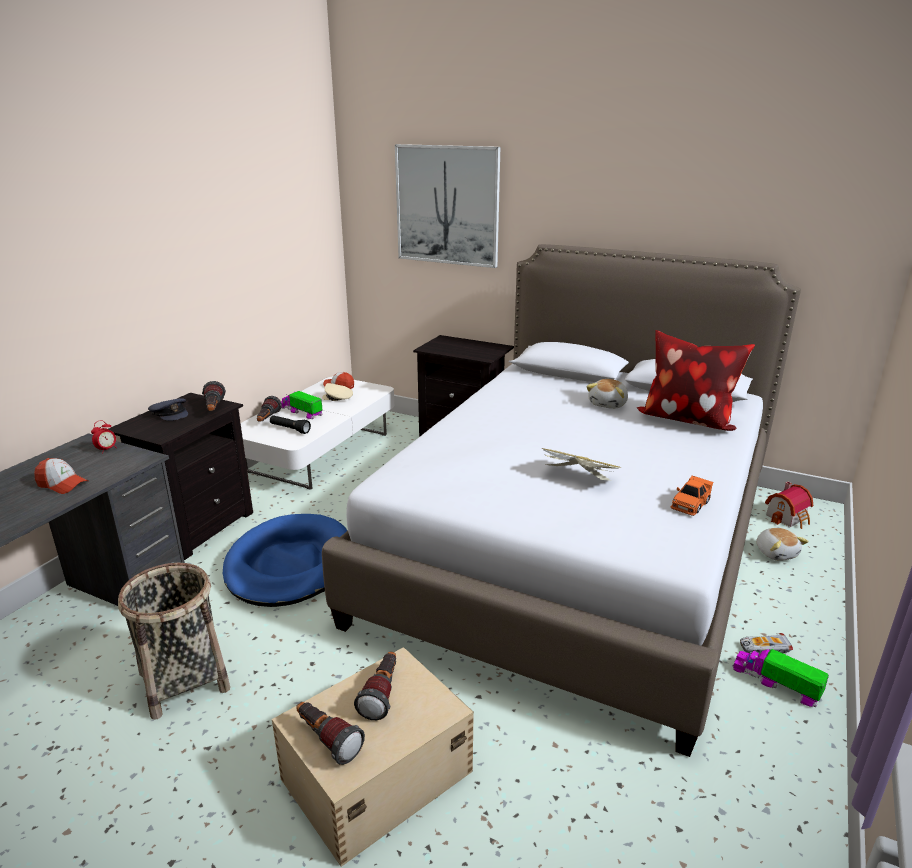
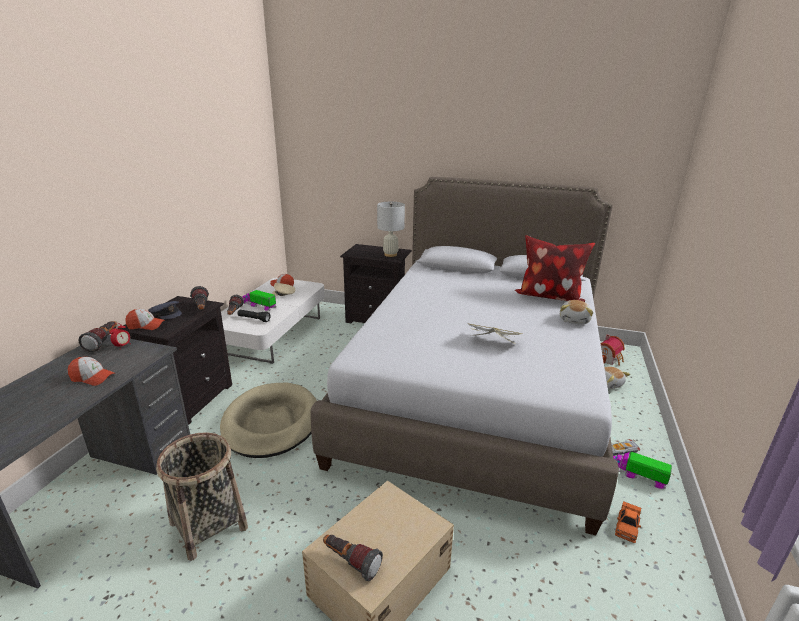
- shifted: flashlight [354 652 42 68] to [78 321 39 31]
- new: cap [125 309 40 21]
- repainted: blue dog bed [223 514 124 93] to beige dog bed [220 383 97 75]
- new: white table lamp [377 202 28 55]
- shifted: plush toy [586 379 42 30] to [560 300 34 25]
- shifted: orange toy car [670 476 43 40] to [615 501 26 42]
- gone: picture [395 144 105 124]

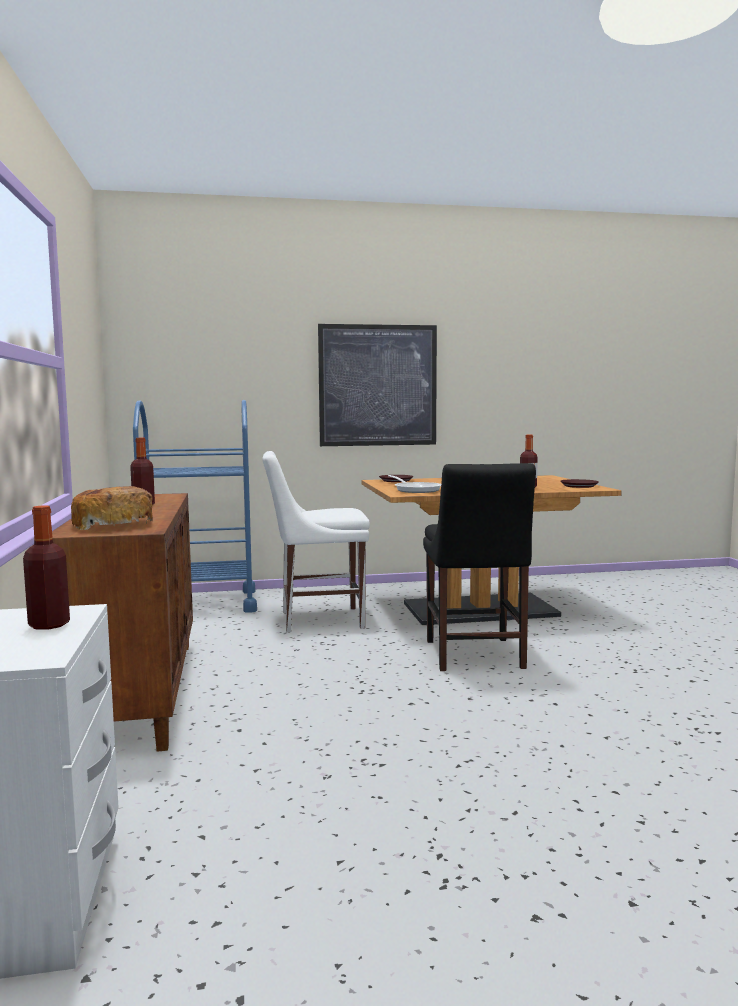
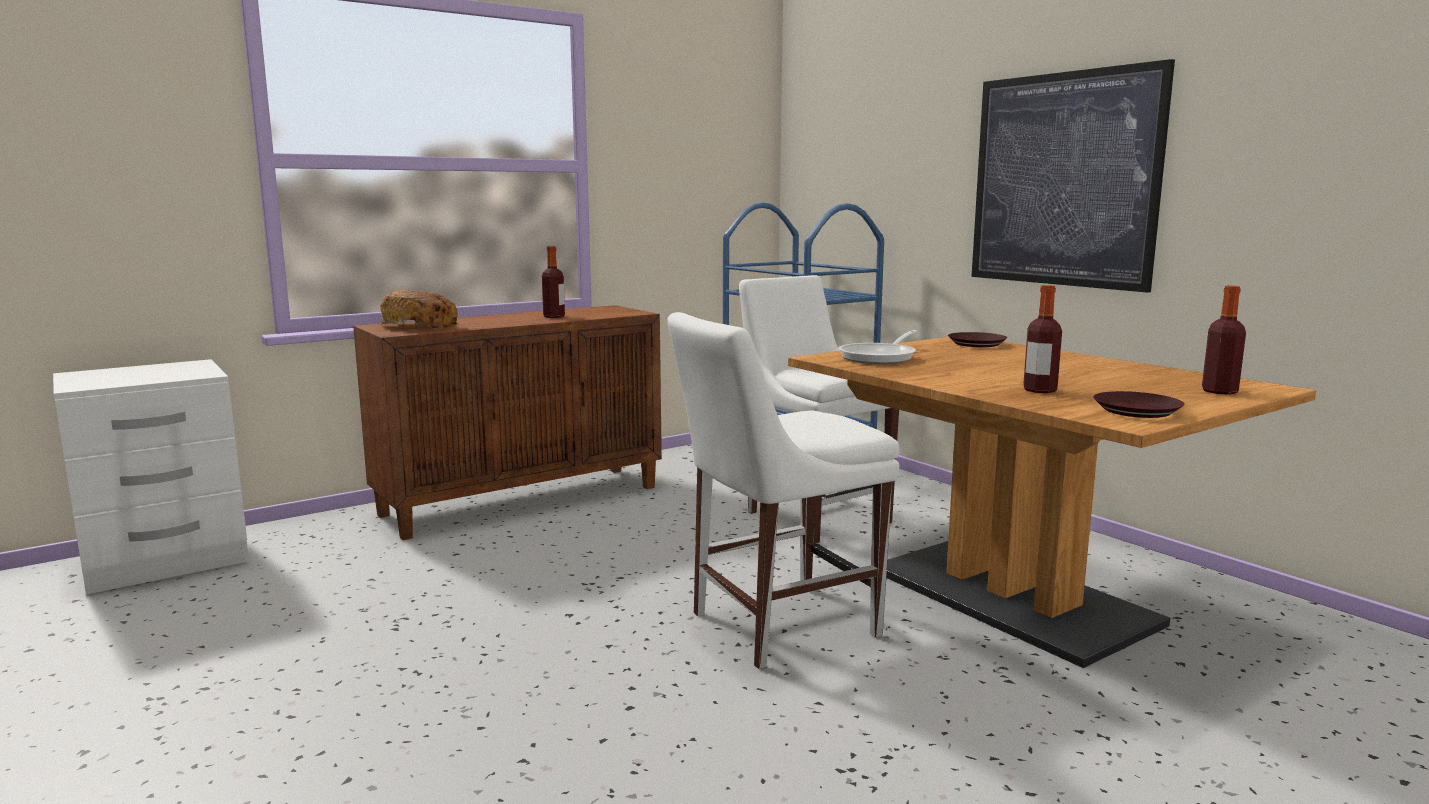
- repainted: black chair [423 463 113 208] to white chair [667 312 232 357]
- shifted: bottle [23 505 47 125] to [1202 286 44 109]

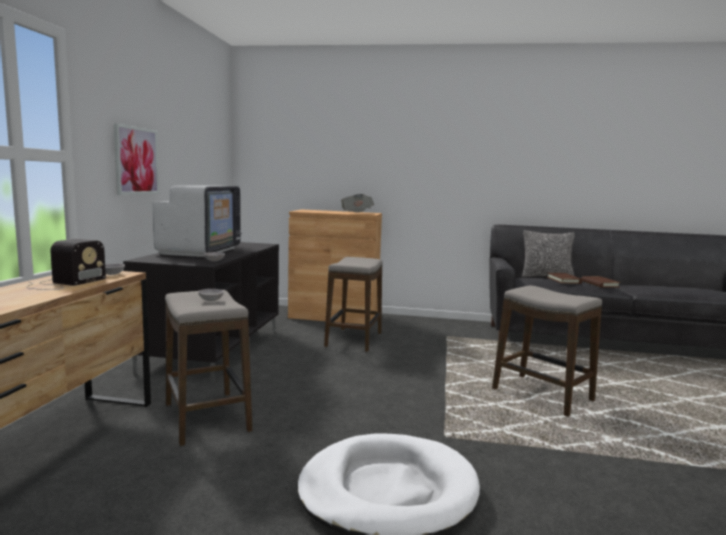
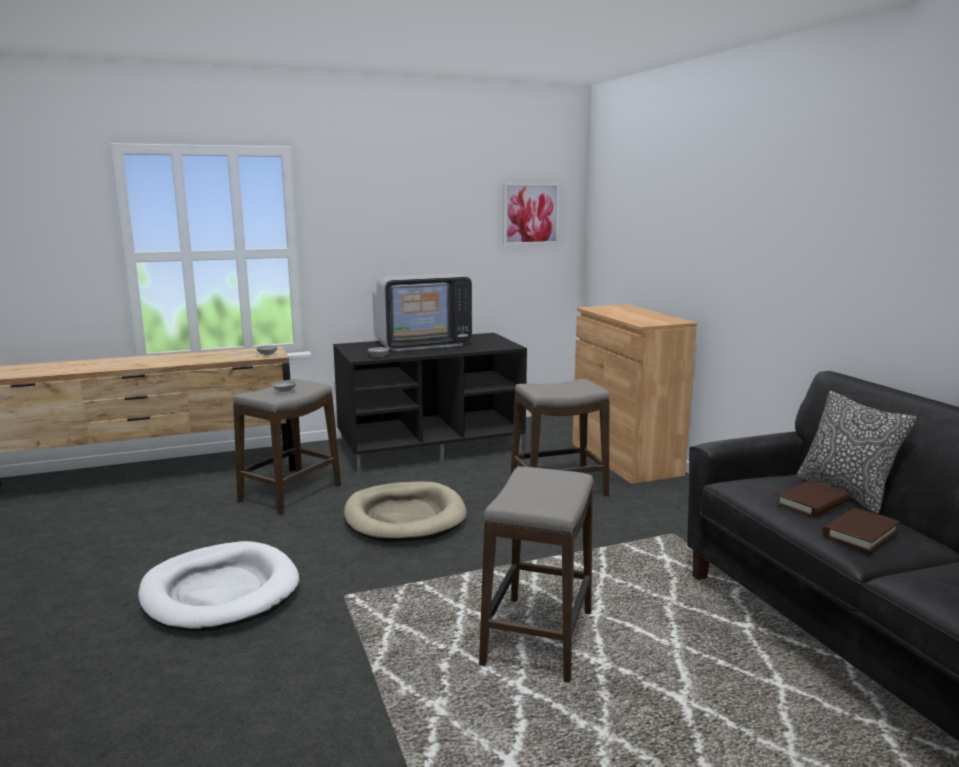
- new: beige dog bed [344 482 122 61]
- shifted: picture [114 123 45 72] to [503 183 57 62]
- gone: radio [26 239 80 51]
- gone: newspaper [341 194 33 19]

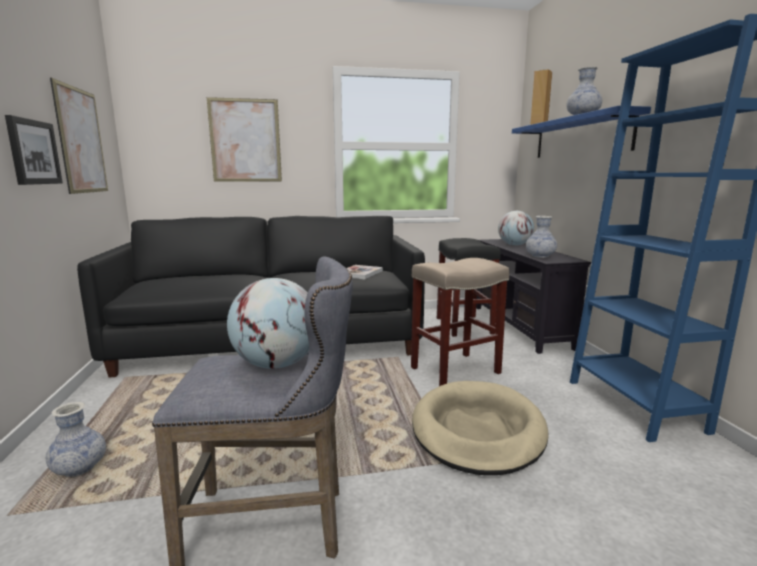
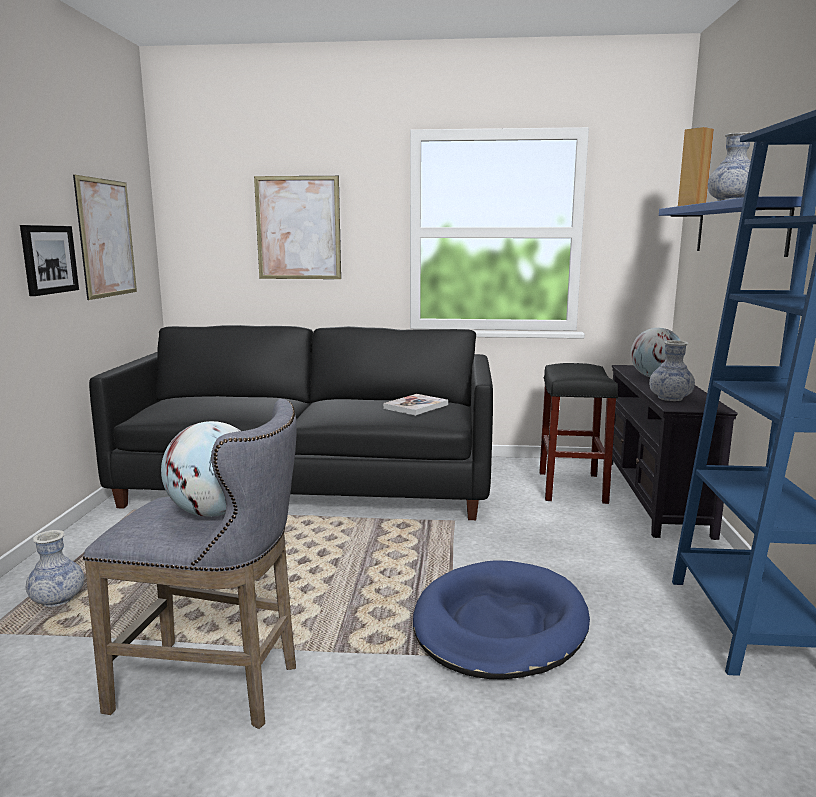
- repainted: beige dog bed [412 381 136 94] to blue dog bed [413 560 177 120]
- gone: beige stool [411 258 98 128]

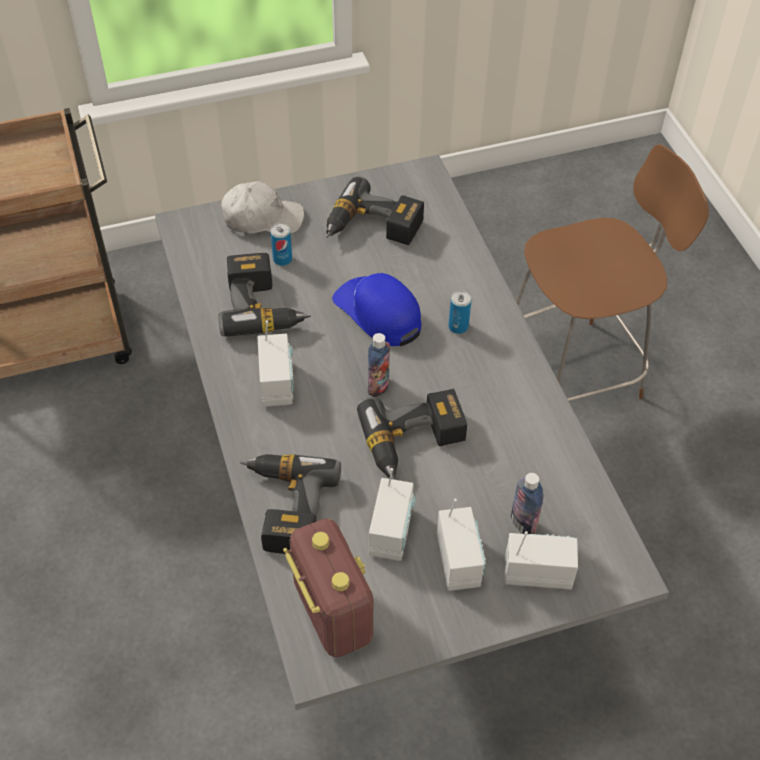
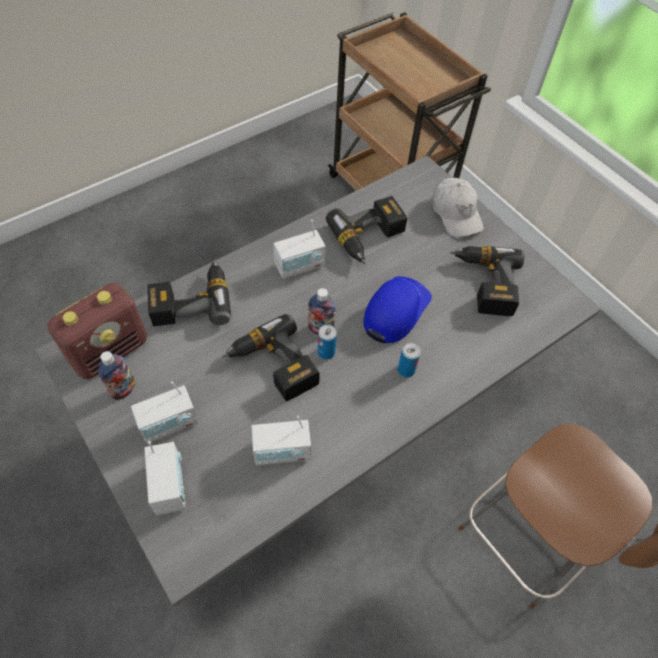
- shifted: bottle [511 473 32 61] to [99 351 36 49]
- shifted: radio [369 468 47 93] to [252 416 59 49]
- shifted: can [270 223 22 43] to [318 325 19 34]

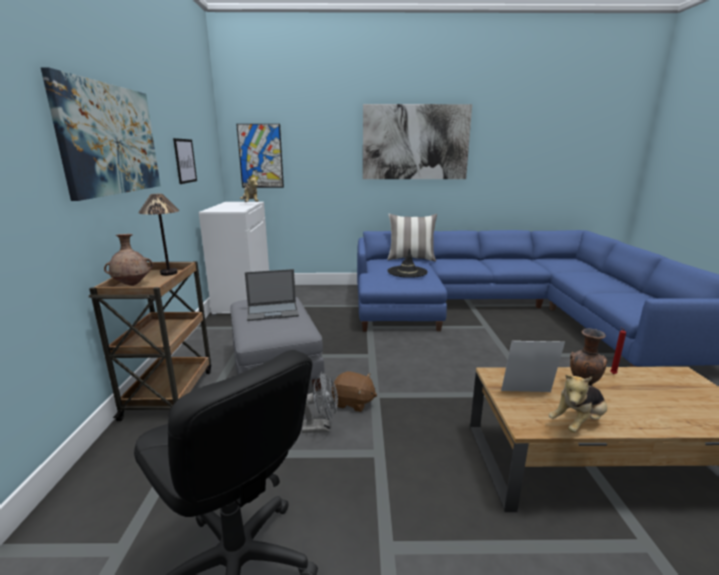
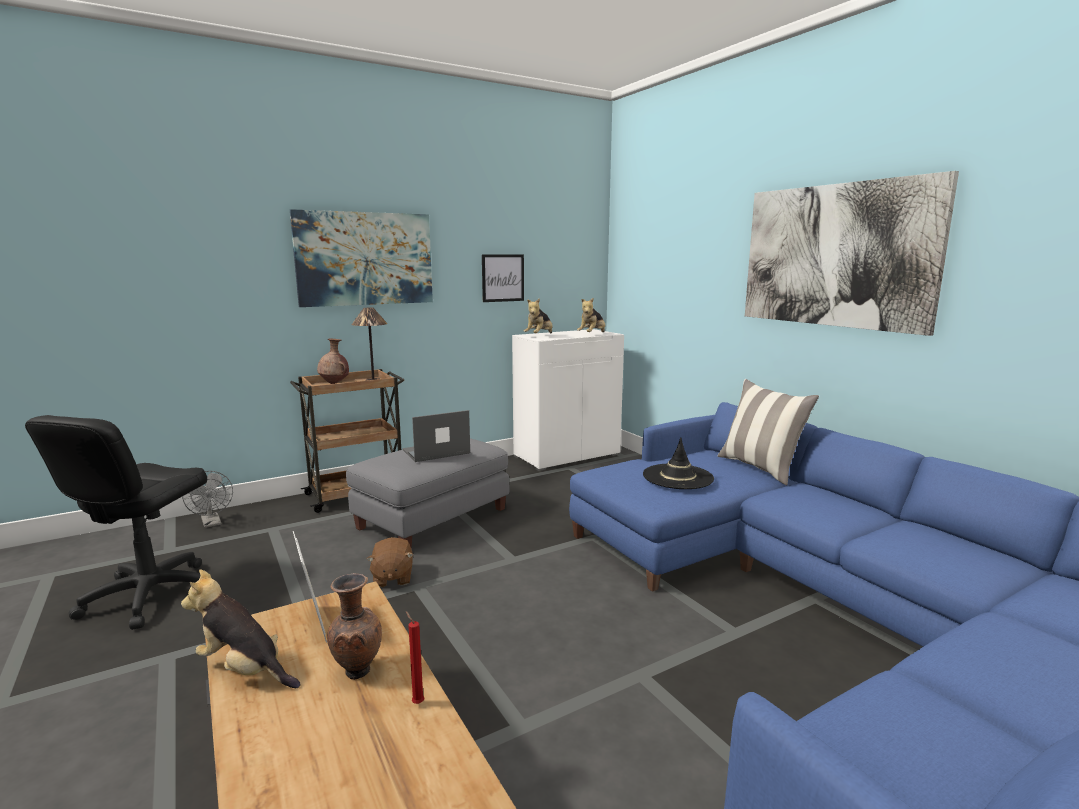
- shifted: grey fan [302 372 36 61] to [182 471 51 57]
- rotated: laptop [245 269 54 52] = [402 410 68 52] 105 degrees clockwise
- new: plush toy [524 298 29 35]
- gone: picture [236 124 48 64]

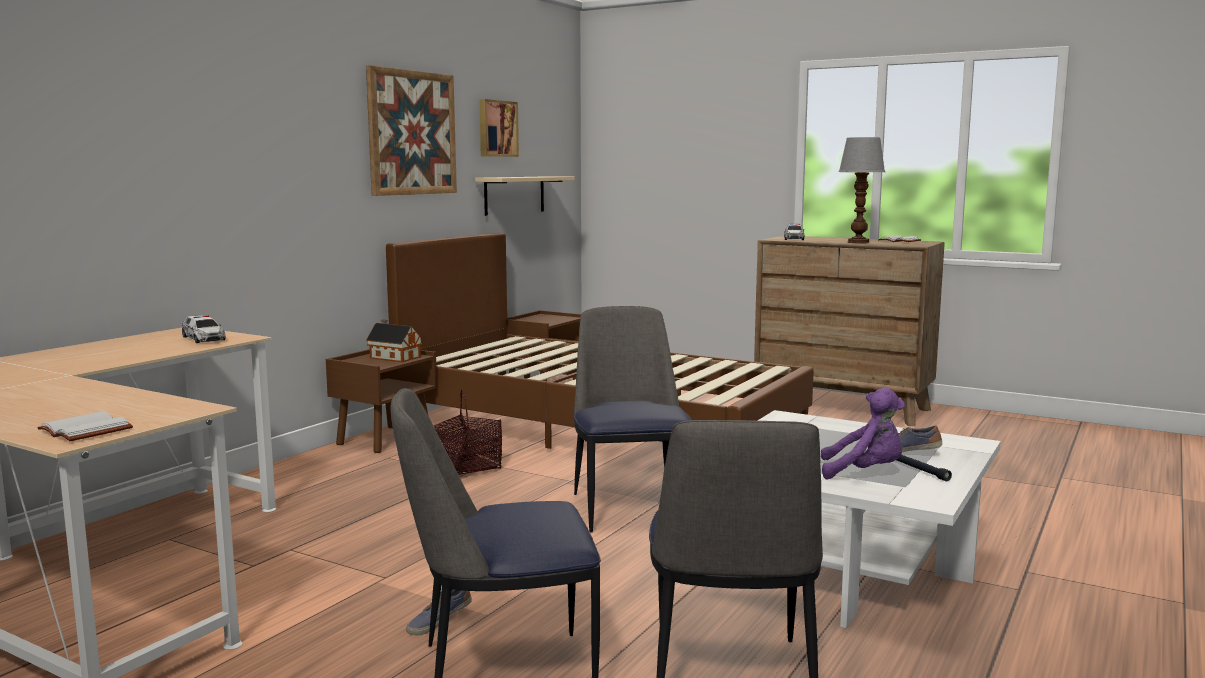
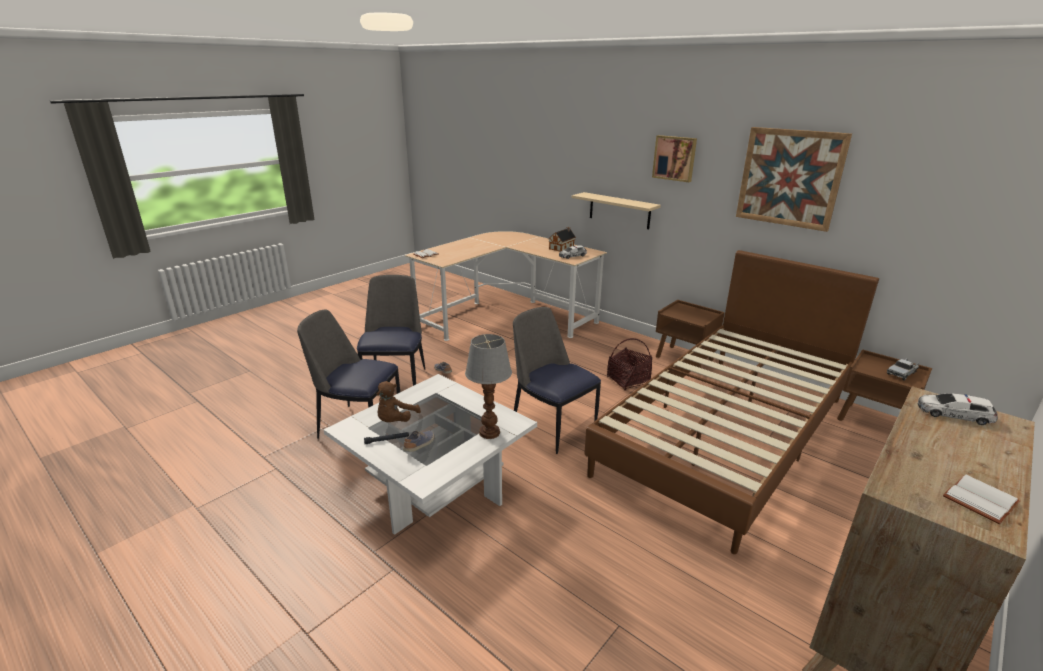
- repainted: purple plush toy [821 388 84 91] to brown plush toy [376 381 45 41]
- shifted: table lamp [839 137 46 106] to [465 334 47 105]
- rotated: chair [574 306 117 226] = [513 307 88 147] 135 degrees counterclockwise
- shifted: toy house [366 319 56 43] to [549 227 27 24]
- shifted: beige shelf [475 176 100 40] to [572 192 89 37]
- shifted: picture [479 99 40 58] to [652 135 45 47]
- new: toy truck [887 358 32 22]

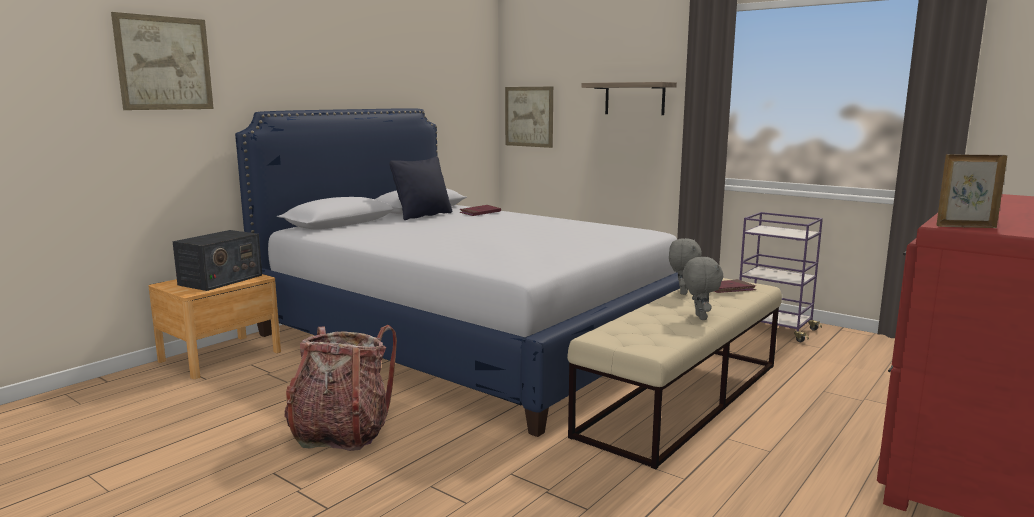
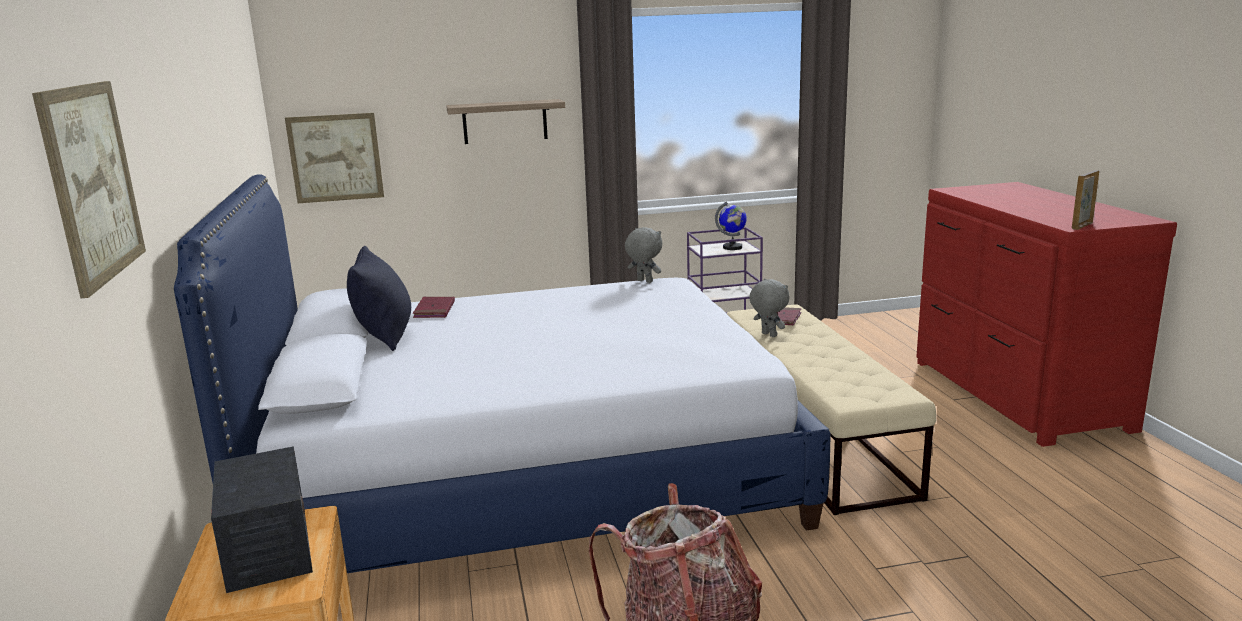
- shifted: grey plush toy [683 257 40 63] to [625 227 37 56]
- new: globe [715 202 32 48]

